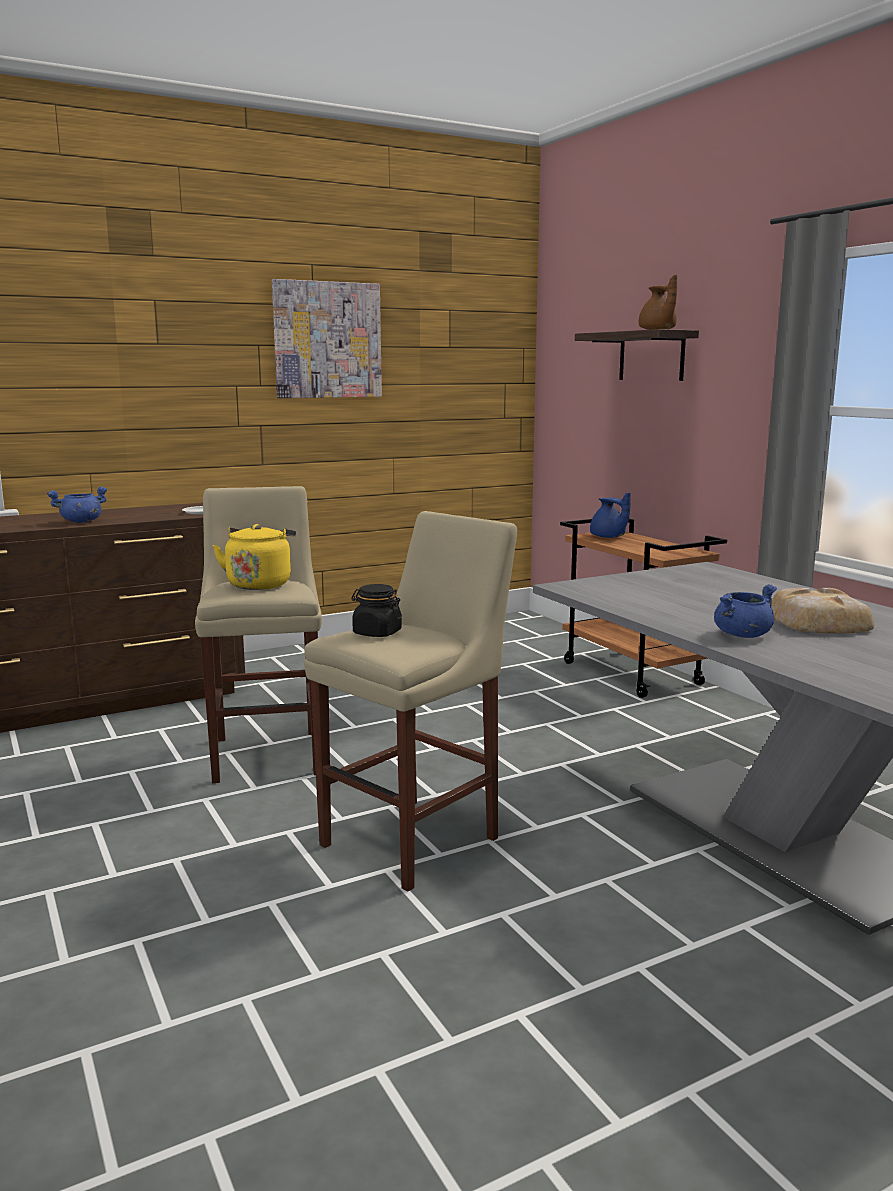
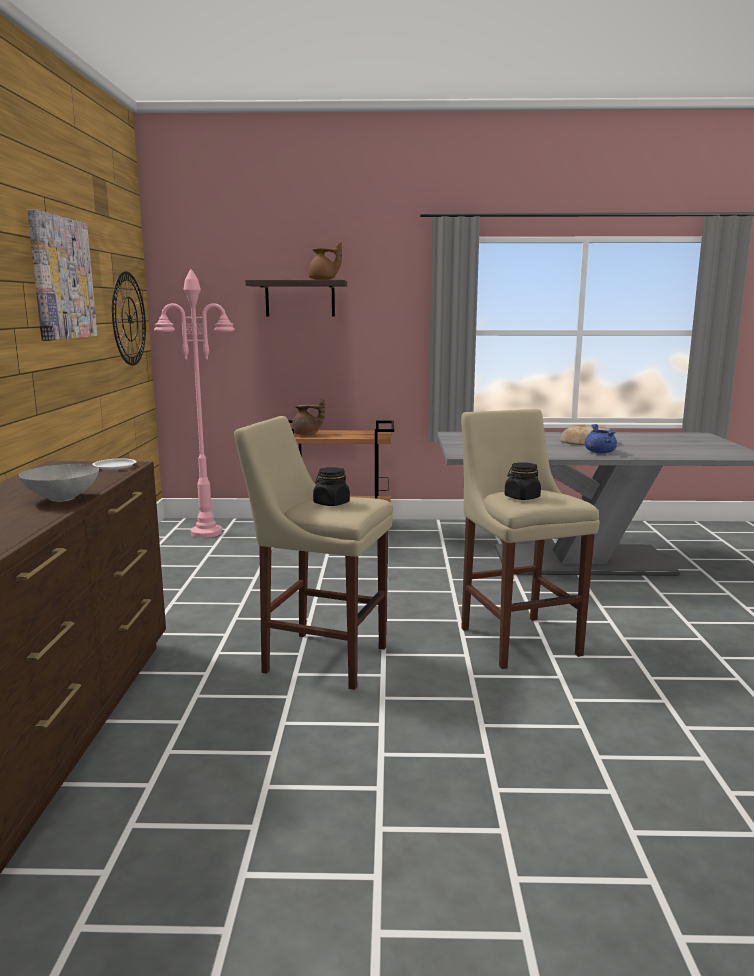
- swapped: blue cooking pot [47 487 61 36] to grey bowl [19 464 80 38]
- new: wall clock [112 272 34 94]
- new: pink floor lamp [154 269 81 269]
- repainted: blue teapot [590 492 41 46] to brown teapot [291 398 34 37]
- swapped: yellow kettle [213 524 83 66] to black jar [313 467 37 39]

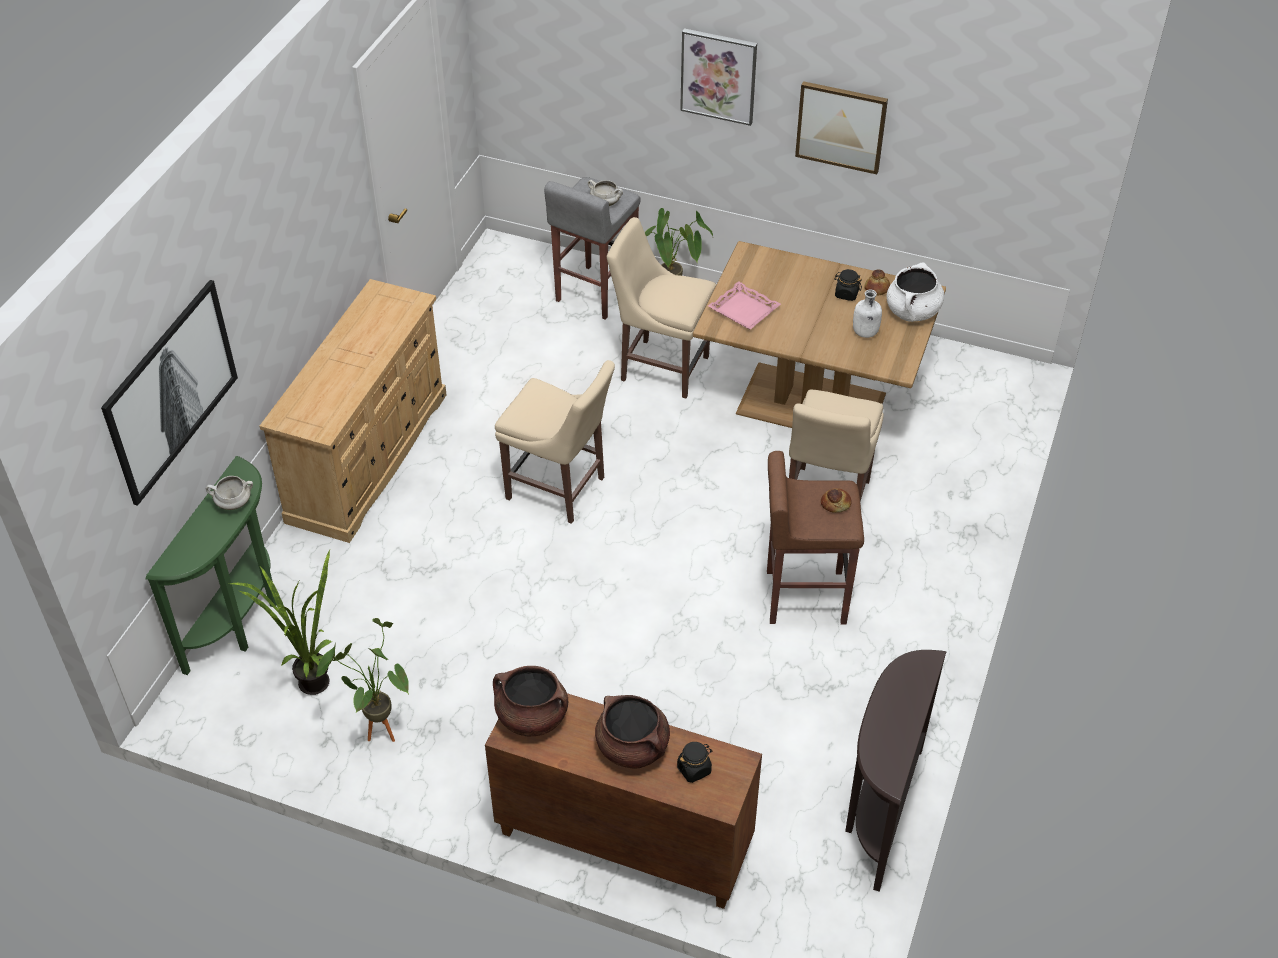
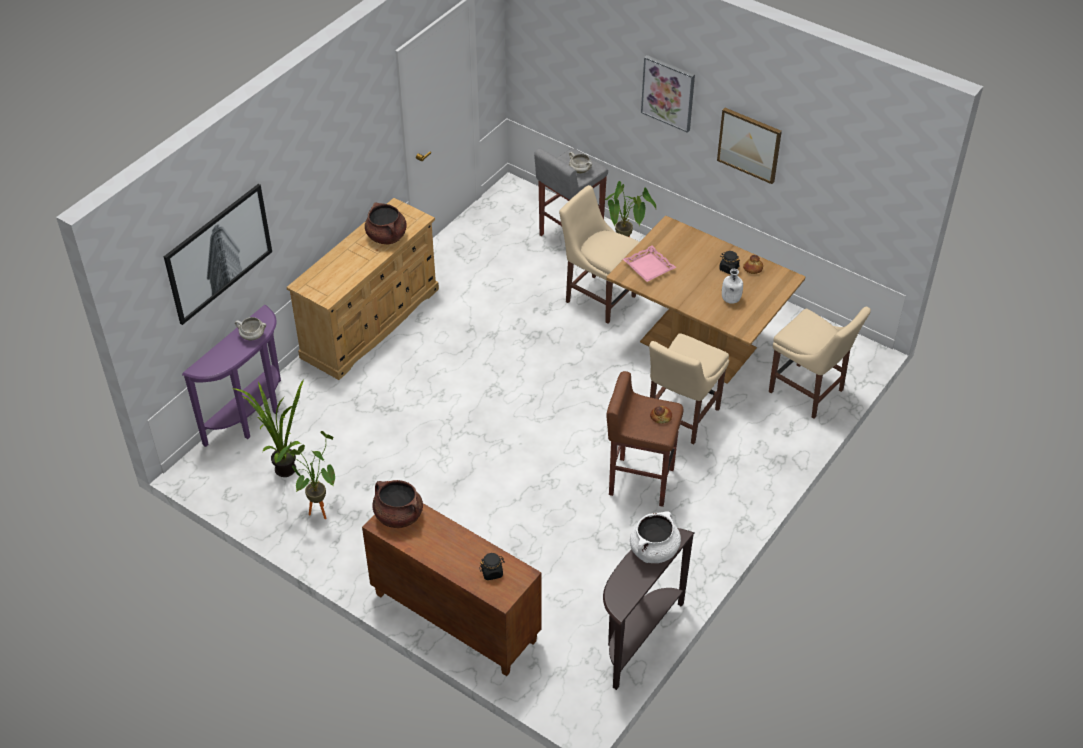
- repainted: green console table [146 456 131 219] to purple console table [182 305 99 142]
- shifted: brown cooking pot [595 695 75 73] to [365 203 42 41]
- shifted: white cooking pot [887 262 57 60] to [630 511 51 52]
- shifted: beige chair [495 360 120 164] to [769 307 102 112]

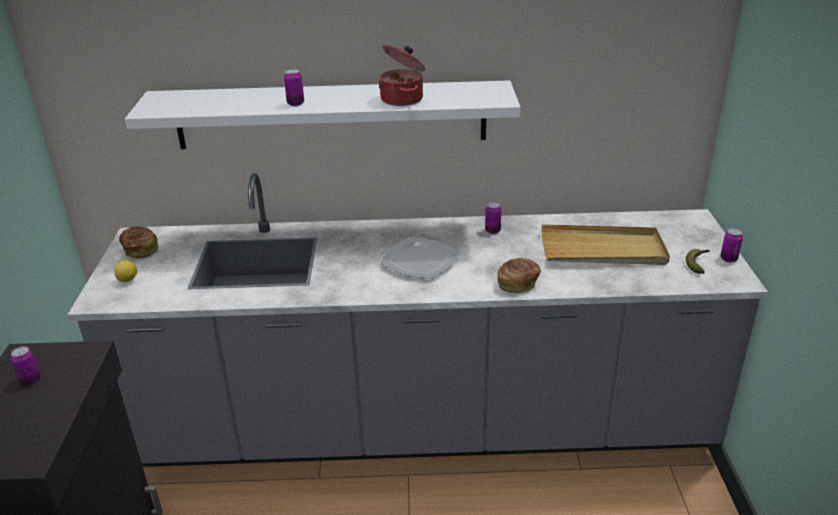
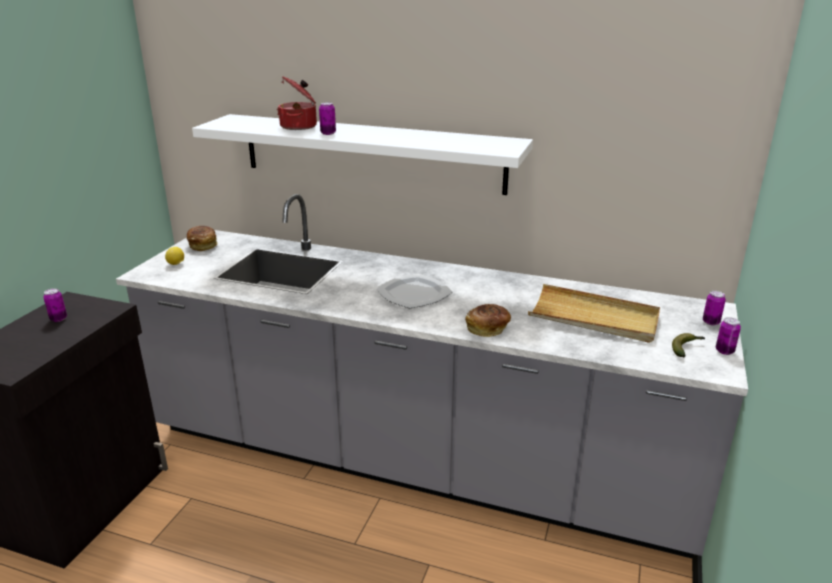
- shifted: cooking pot [378 45 47 61] to [277 76 40 54]
- shifted: can [485 202 17 32] to [703 291 23 35]

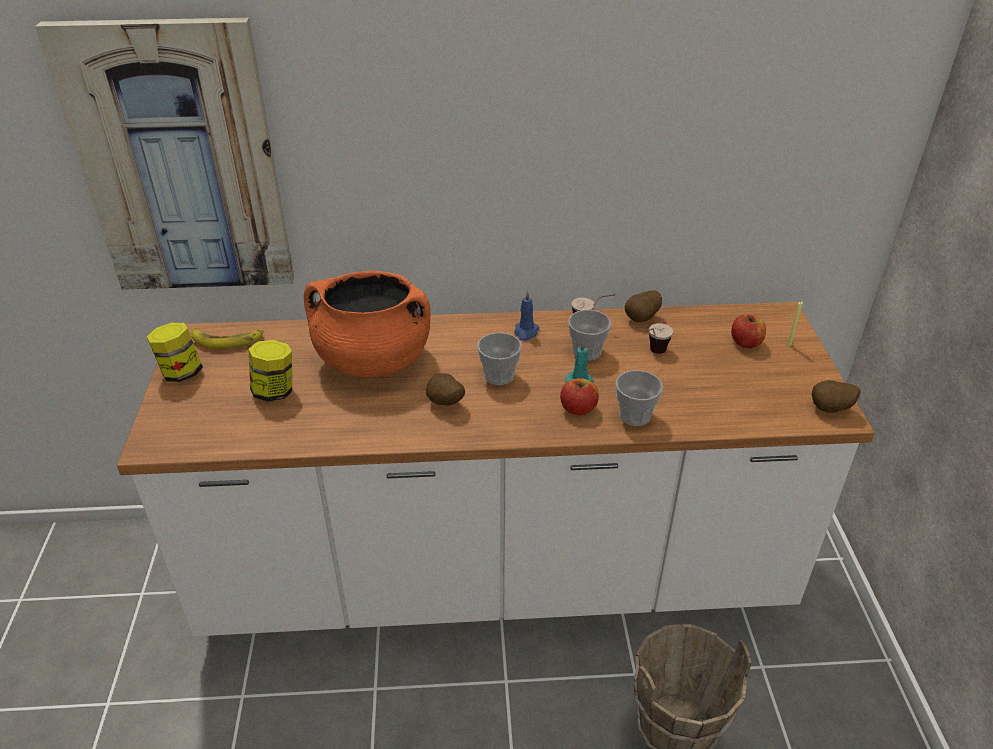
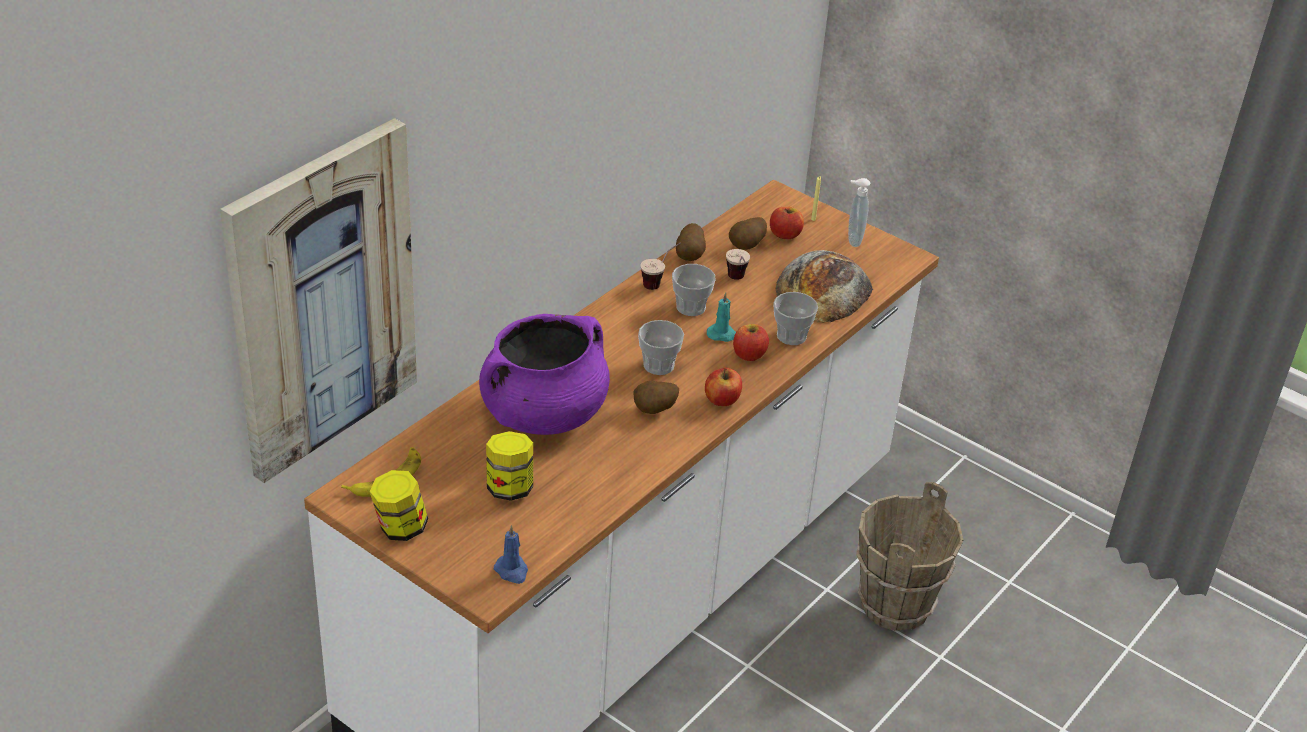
- repainted: orange cooking pot [304 271 127 107] to purple cooking pot [479 314 131 121]
- shifted: blue candle [514 291 26 50] to [494 525 34 59]
- new: apple [705 368 37 38]
- shifted: potato [812 380 49 33] to [729 217 38 33]
- new: bread [775 250 98 73]
- new: soap dispenser [848 178 22 69]

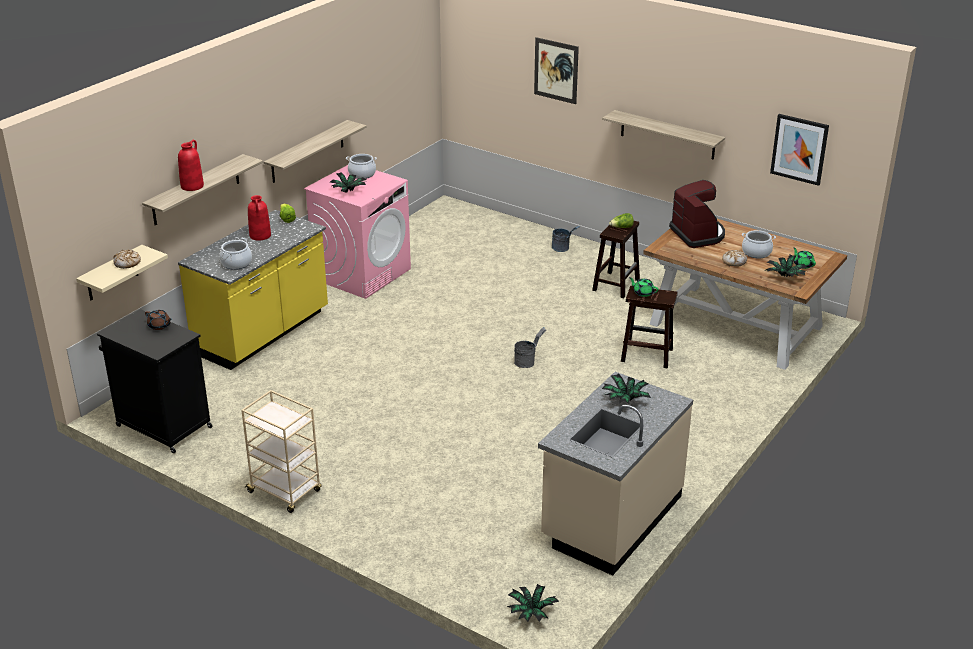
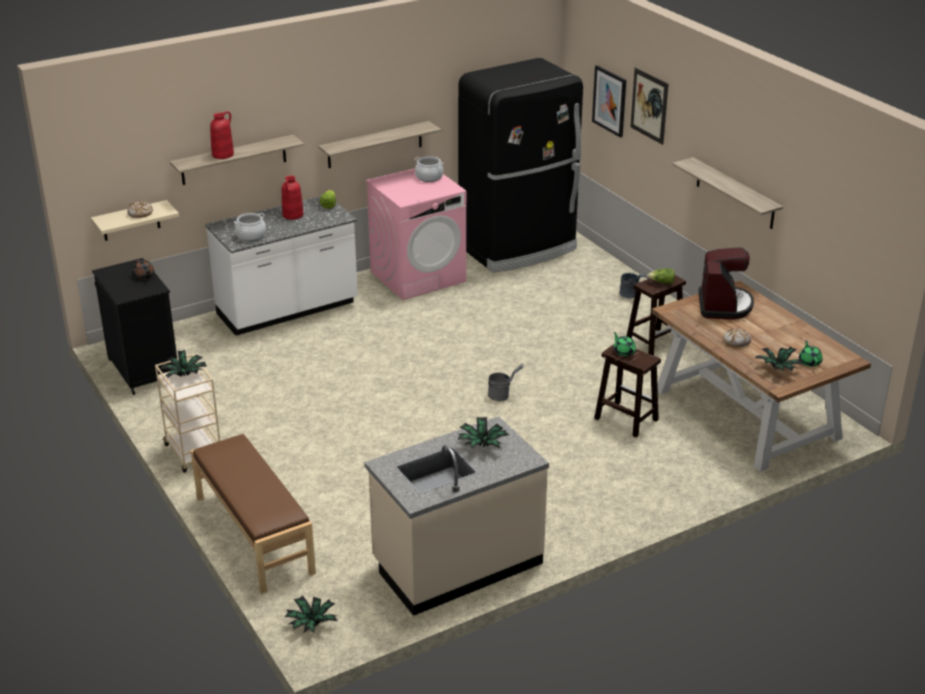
- shifted: potted plant [330 172 37 21] to [160 350 47 28]
- new: brown bench [191 434 125 160]
- repainted: yellow counter [178 210 150 160] to white counter [205 196 153 140]
- new: black fridge [458 58 125 215]
- shifted: picture [770 114 59 72] to [592 65 34 73]
- gone: cooking pot [742 230 34 28]

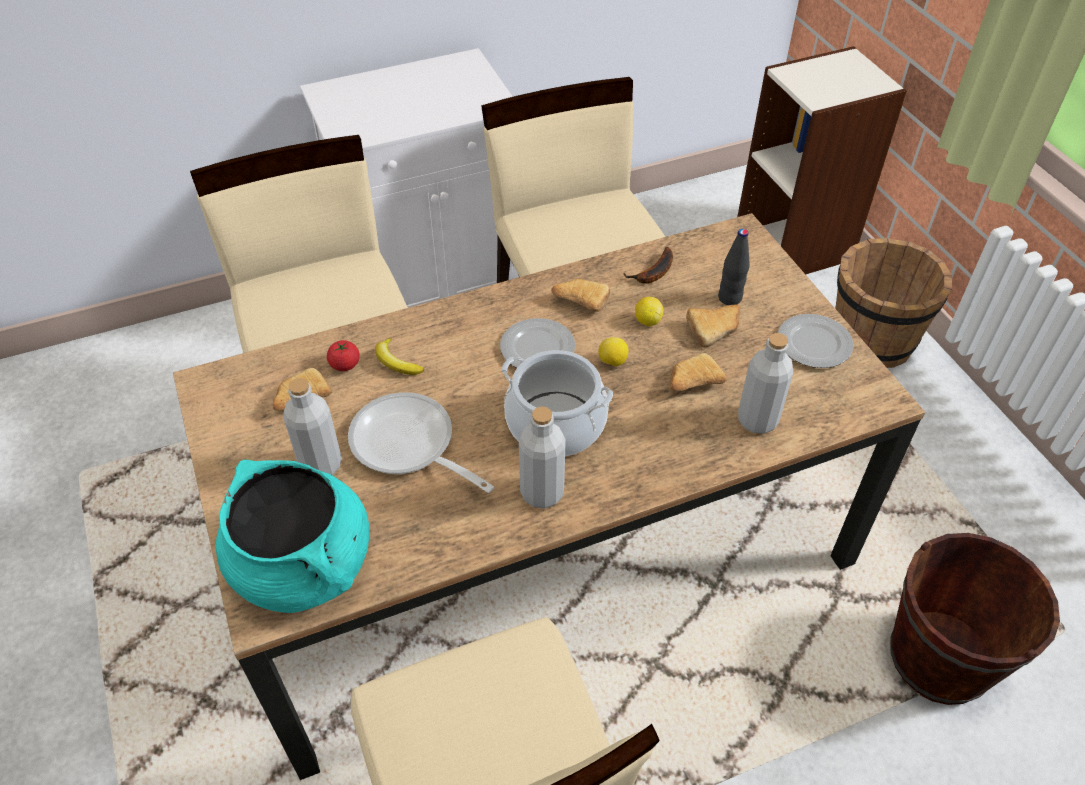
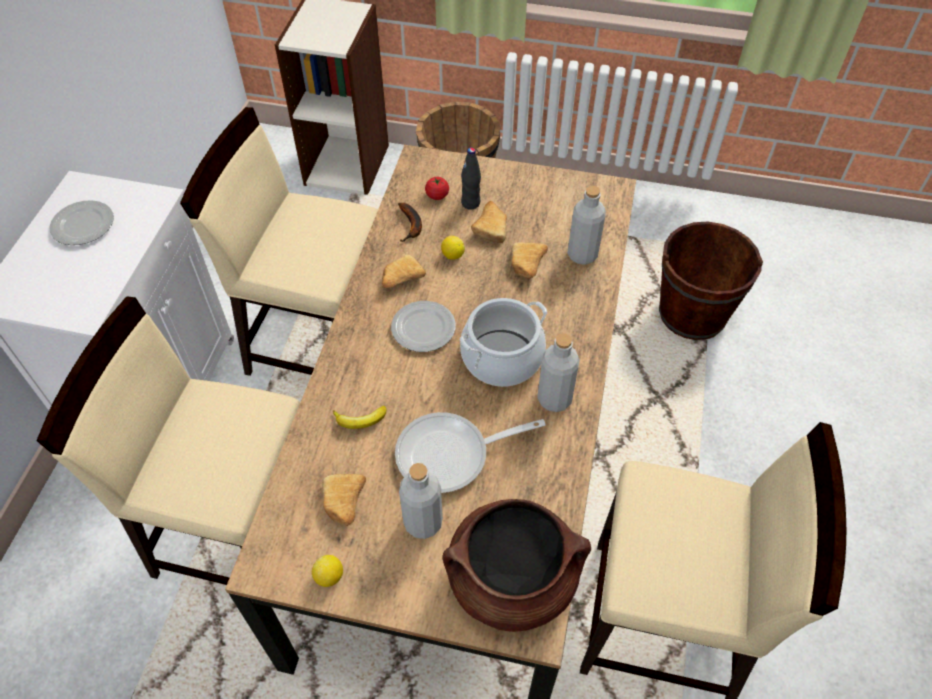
- shifted: plate [778 314 76 54] to [49 200 65 45]
- shifted: lemon [598 337 30 29] to [312 555 31 32]
- shifted: tomato [327 340 33 31] to [425 177 24 23]
- repainted: turquoise cooking pot [216 460 154 153] to brown cooking pot [442 499 149 133]

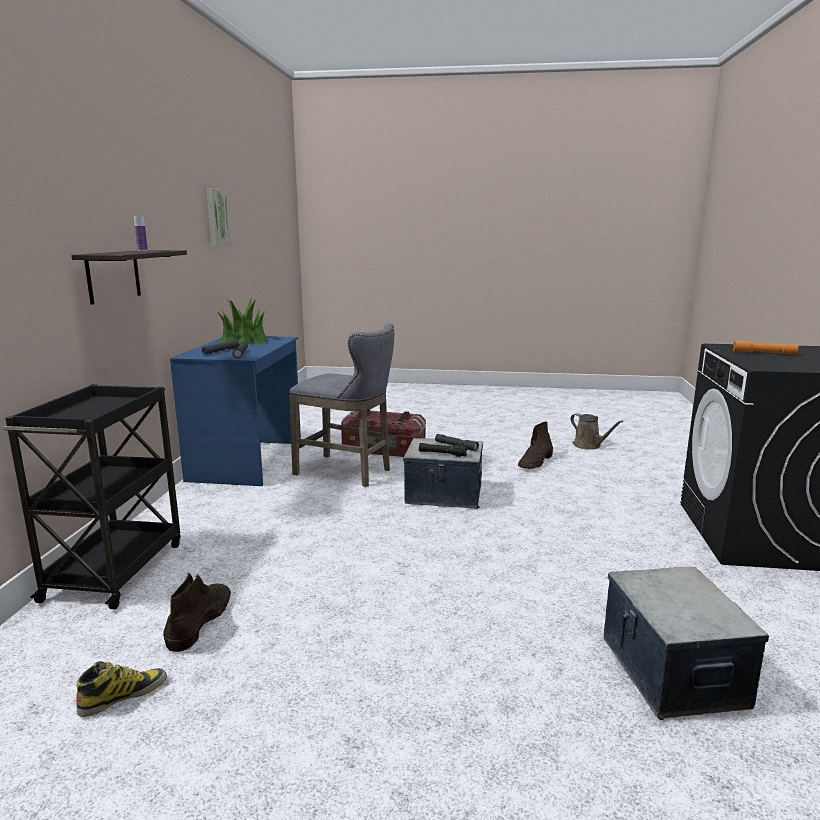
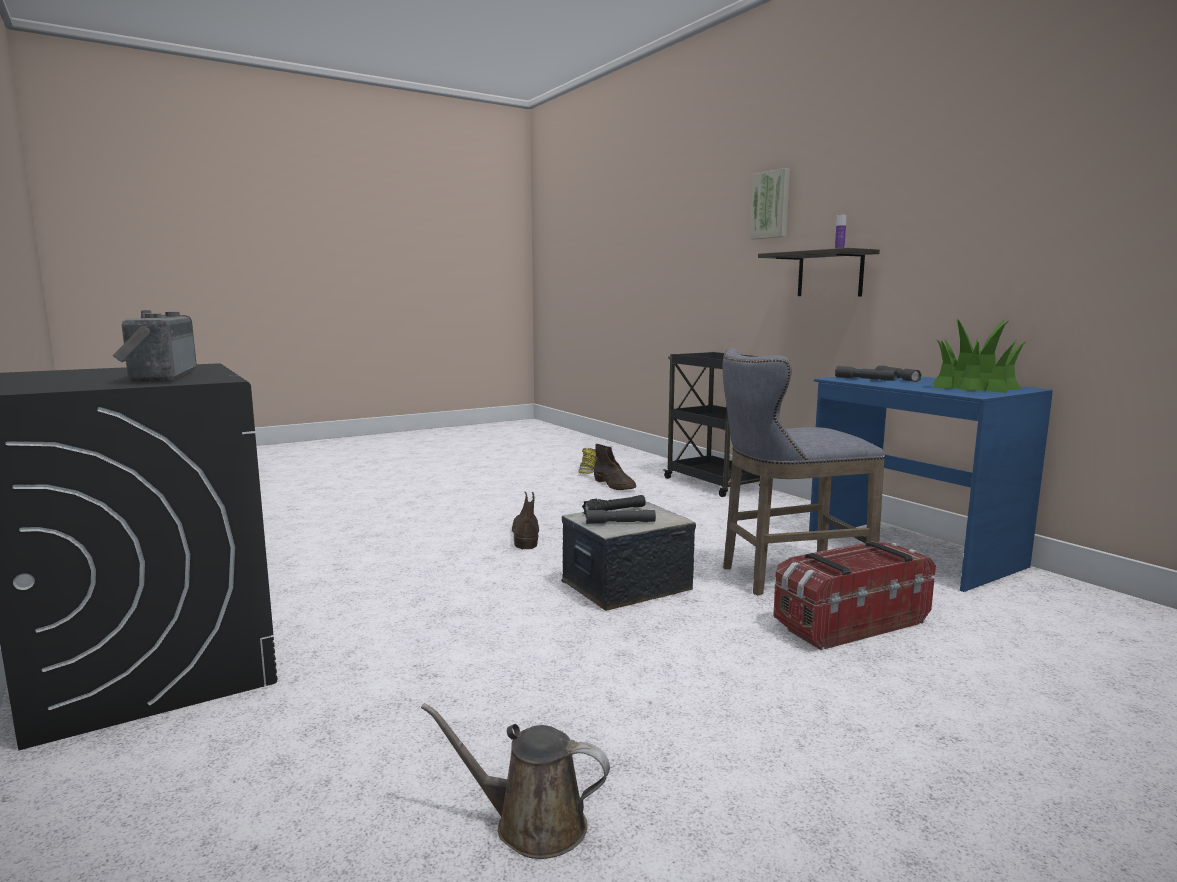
- swapped: orange flashlight [733 340 65 14] to radio [113 310 84 73]
- shifted: brown boot [518 422 35 47] to [512 491 27 59]
- shifted: picture [206 188 26 59] to [750 168 40 72]
- gone: storage box [604 567 165 153]

